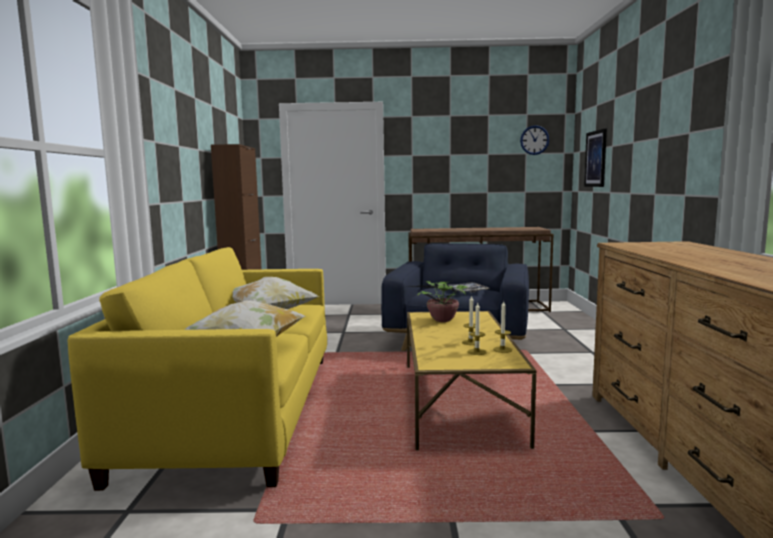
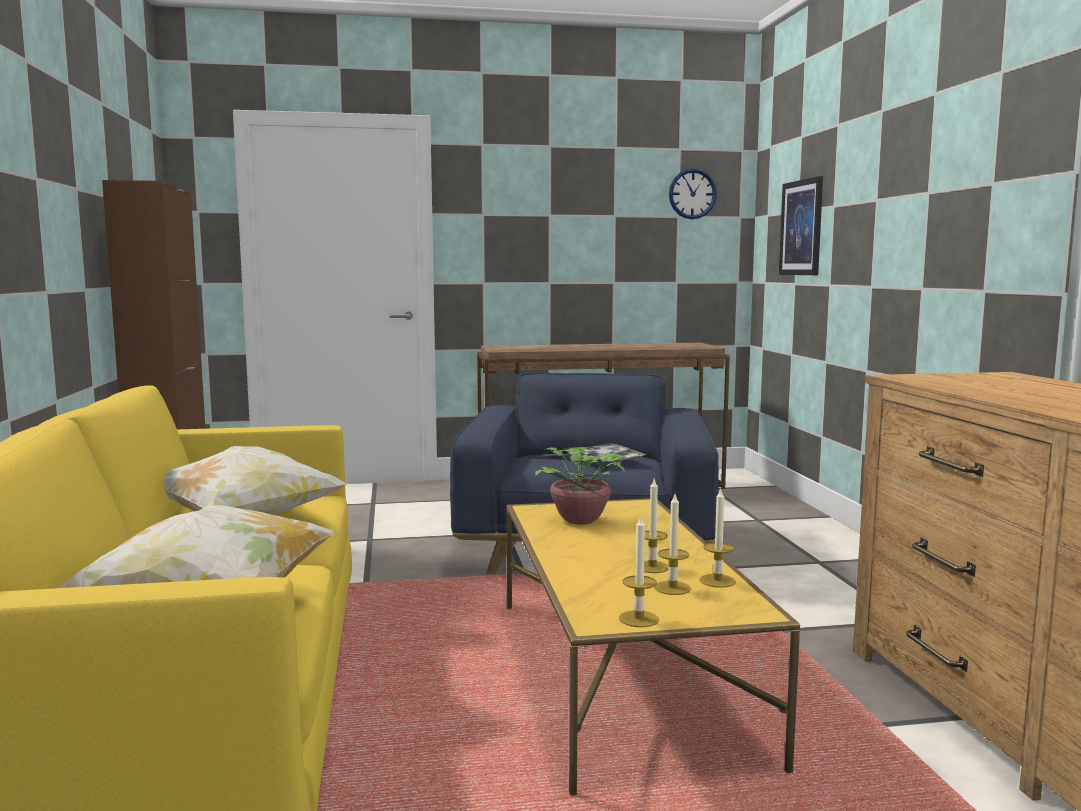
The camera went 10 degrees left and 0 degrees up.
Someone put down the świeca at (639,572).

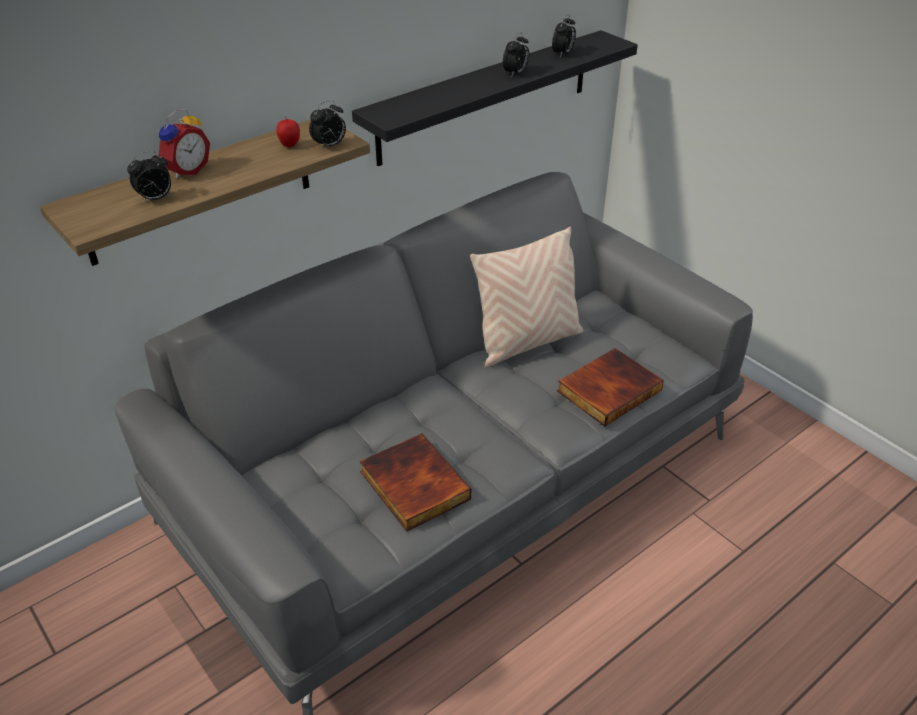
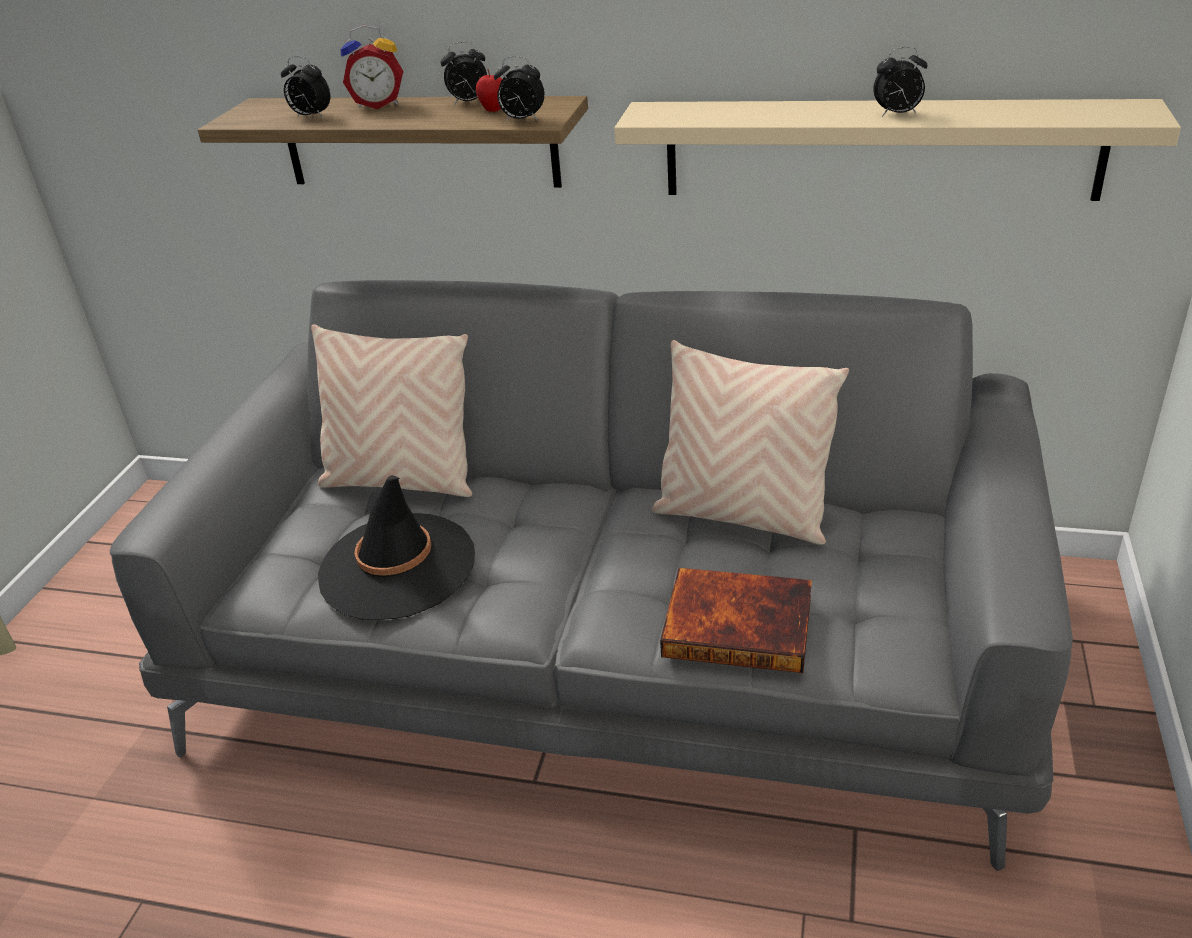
The camera went 55 degrees right and 5 degrees down.
Someone put down the poduszka (beżowy) at (391,410).
Someone swapped the książka at (415,482) for the kapelusz (czarny) at (396,547).
Someone carried the budzik from (564,36) to (464,73).
Someone repainted the półka (czarny) at (495,98), which became the półka (beżowy) at (897,150).

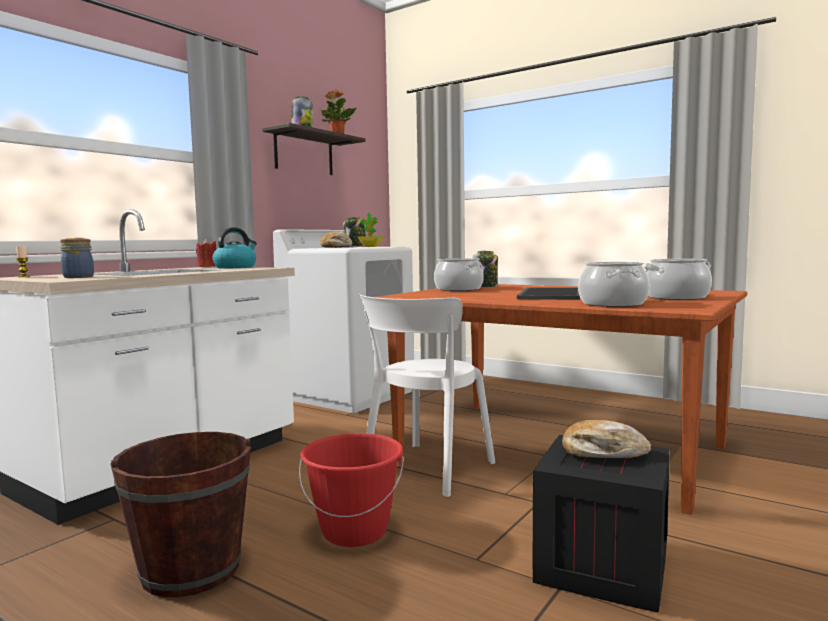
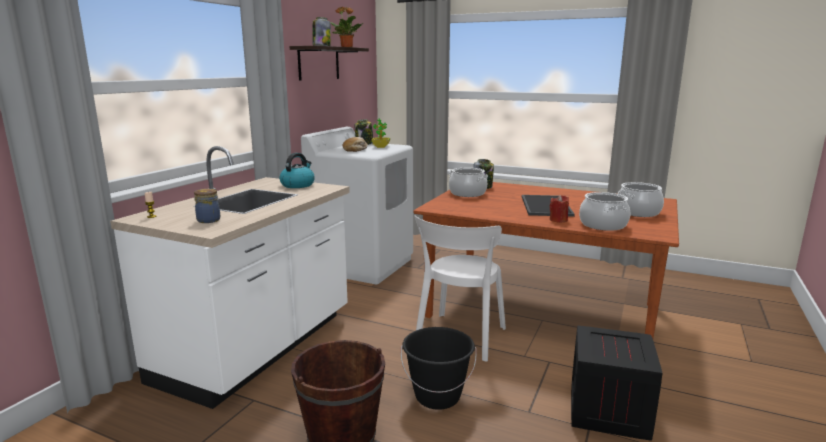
The camera went 10 degrees left and 10 degrees up.
Someone repainted the wiadro (czerwony) at (351,490), which became the wiadro (czarny) at (438,368).
Someone carried the świeca (czerwony) from (206,253) to (559,209).
Someone took away the chleb at (606,439).

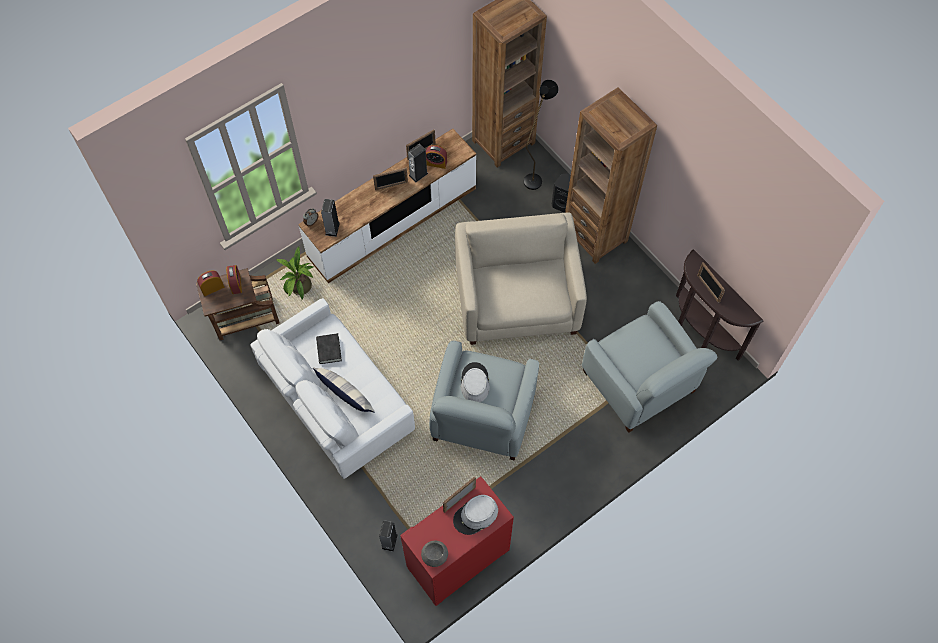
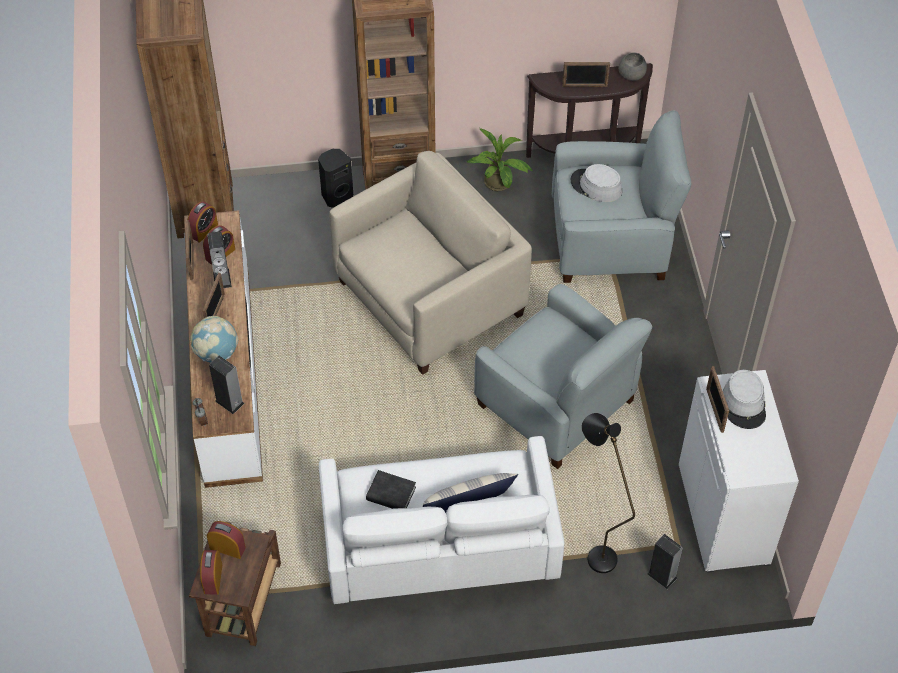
The camera went 60 degrees left and 10 degrees down.
Someone put down the budzik at (202,221).
Someone put down the globus at (214,339).
Someone rotated the fotel (beżowy) at (521,278) by 120 degrees clockwise.
Someone carried the roślina doniczkowa from (295,273) to (500,159).
Someone carried the kapelusz (szary) from (475,382) to (596,183).
Someone carried the lampa stojąca (czarny) from (541,135) to (608,493).
Someone carried the miska (szary) from (434,553) to (633,66).
Someone repainted the szafka (czerwony) at (457,541), which became the szafka (biały) at (739,471).

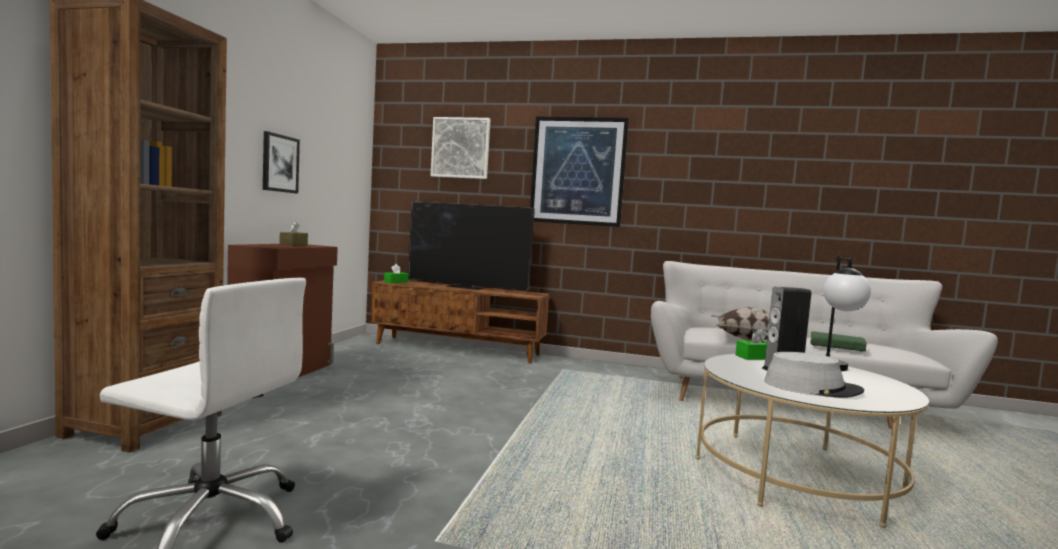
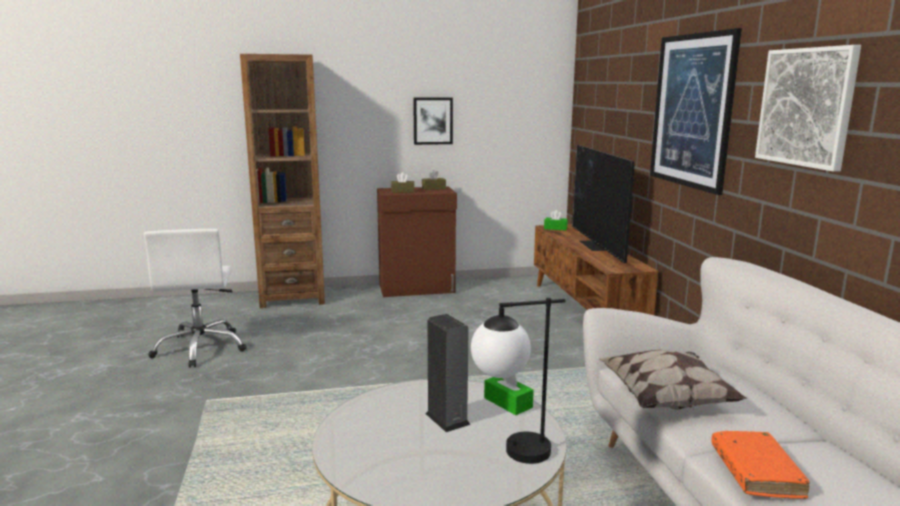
The camera went 65 degrees right and 10 degrees up.
Someone put down the pudełko chusteczek (brązowy) at (403,182).
Someone repainted the książka (zielony) at (838,341), which became the książka (pomarańczowy) at (760,465).
Someone carried the obraz from (460,148) to (808,108).
Someone took away the kapelusz (szary) at (814,375).

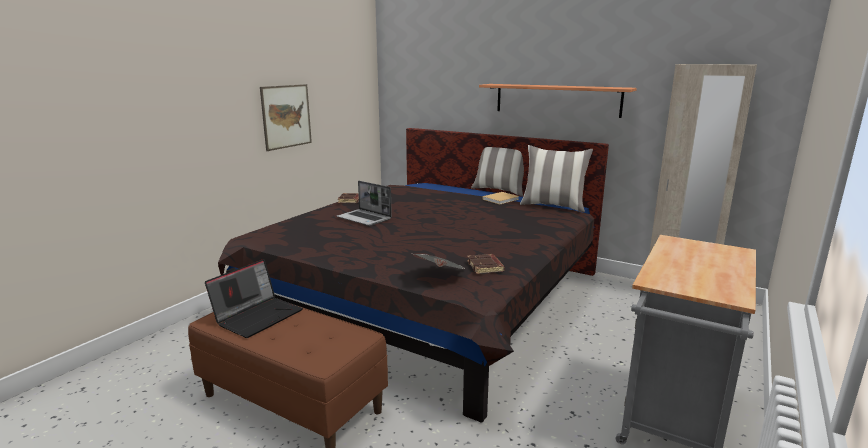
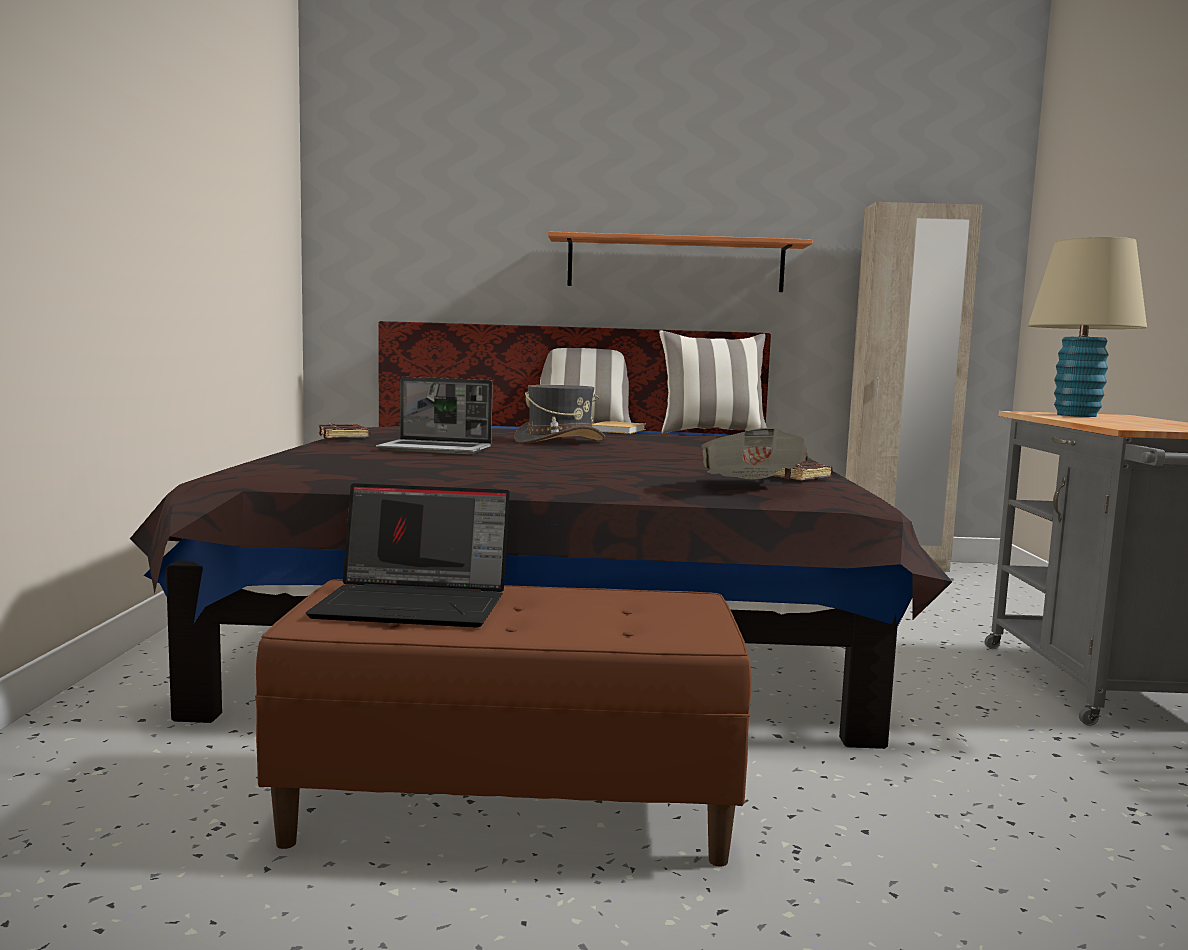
The camera went 30 degrees left and 10 degrees down.
Someone rotated the laptop at (254,298) by 90 degrees clockwise.
Someone put down the kapelusz (szary) at (559,414).
Someone put down the lampa stołowa (beżowy) at (1087,327).
Someone took away the obraz at (286,117).

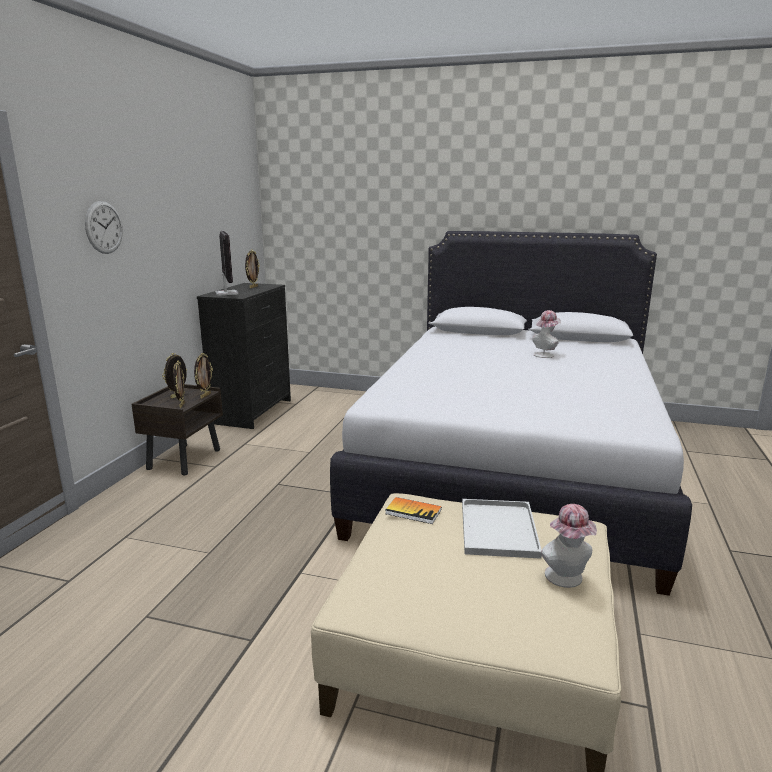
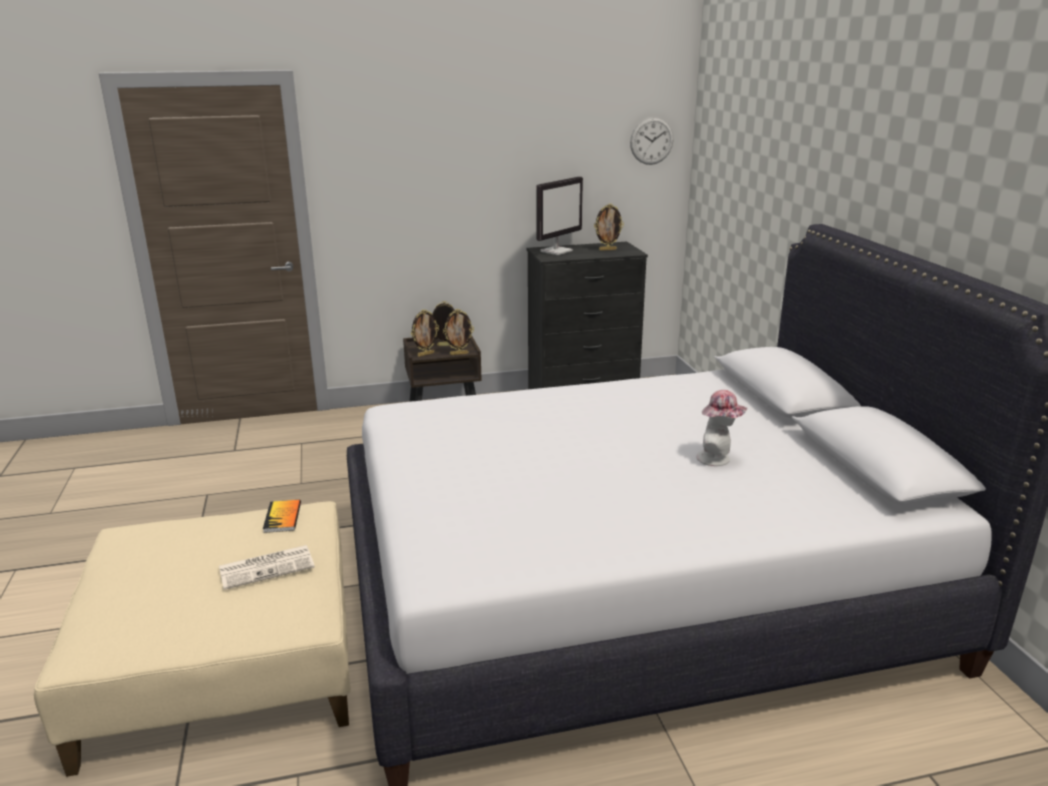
The camera went 60 degrees right and 5 degrees up.
Someone swapped the taca (biały) at (502,529) for the gazeta at (267,567).
Someone carried the zegar ścienny from (104,227) to (652,141).
Someone took away the kapelusz at (569,546).

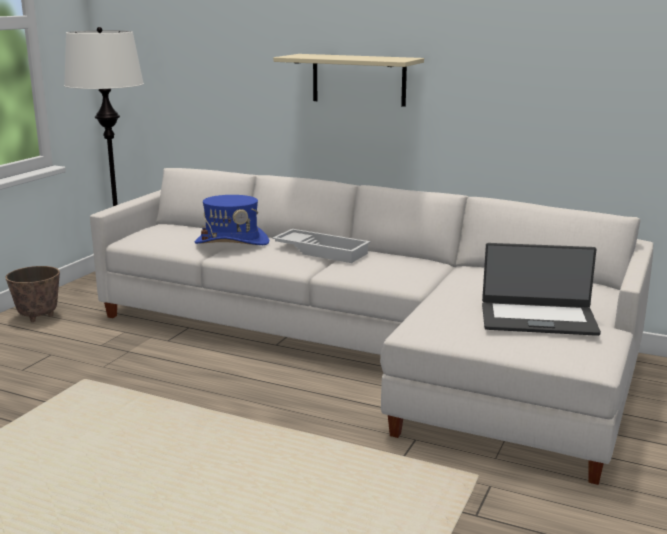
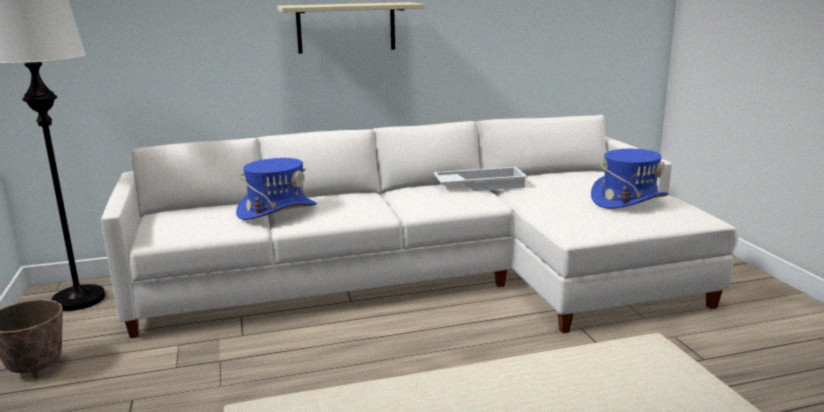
The camera went 40 degrees left and 0 degrees up.
Someone carried the taca (biały) from (321,246) to (480,179).
Someone swapped the laptop at (541,289) for the kapelusz (niebieski) at (629,179).

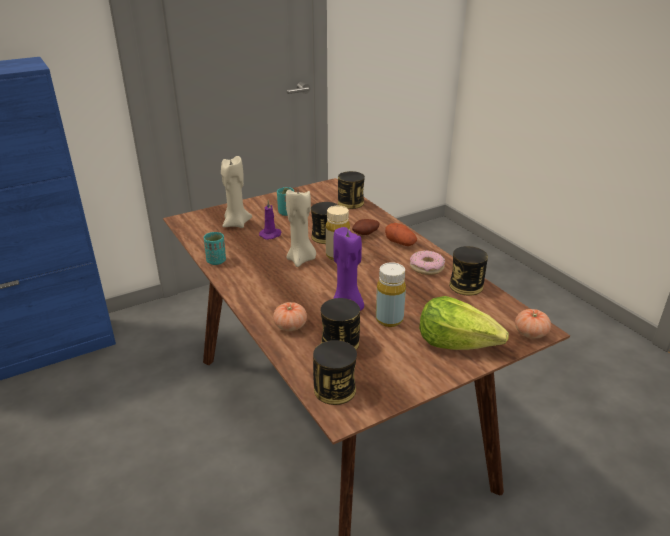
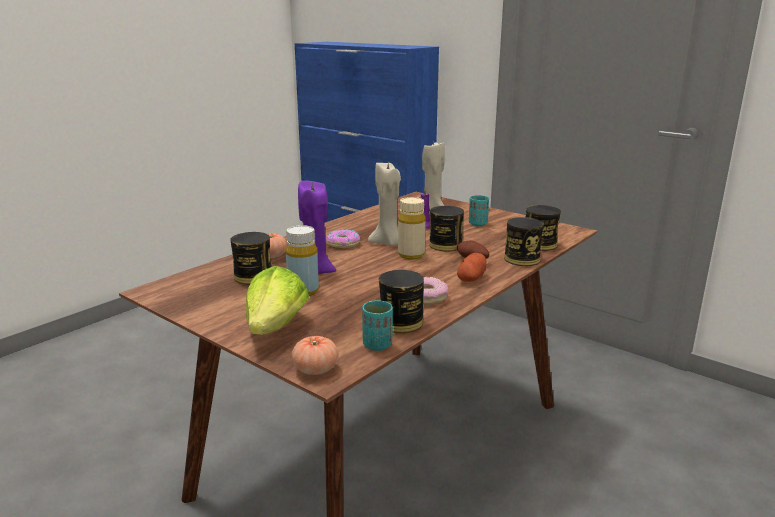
The camera went 70 degrees right and 10 degrees down.
Someone put down the donut at (343,238).
Someone carried the filiżanka (turkusowy) from (215,248) to (377,325).
Someone carried the puszka from (335,372) to (524,241).

